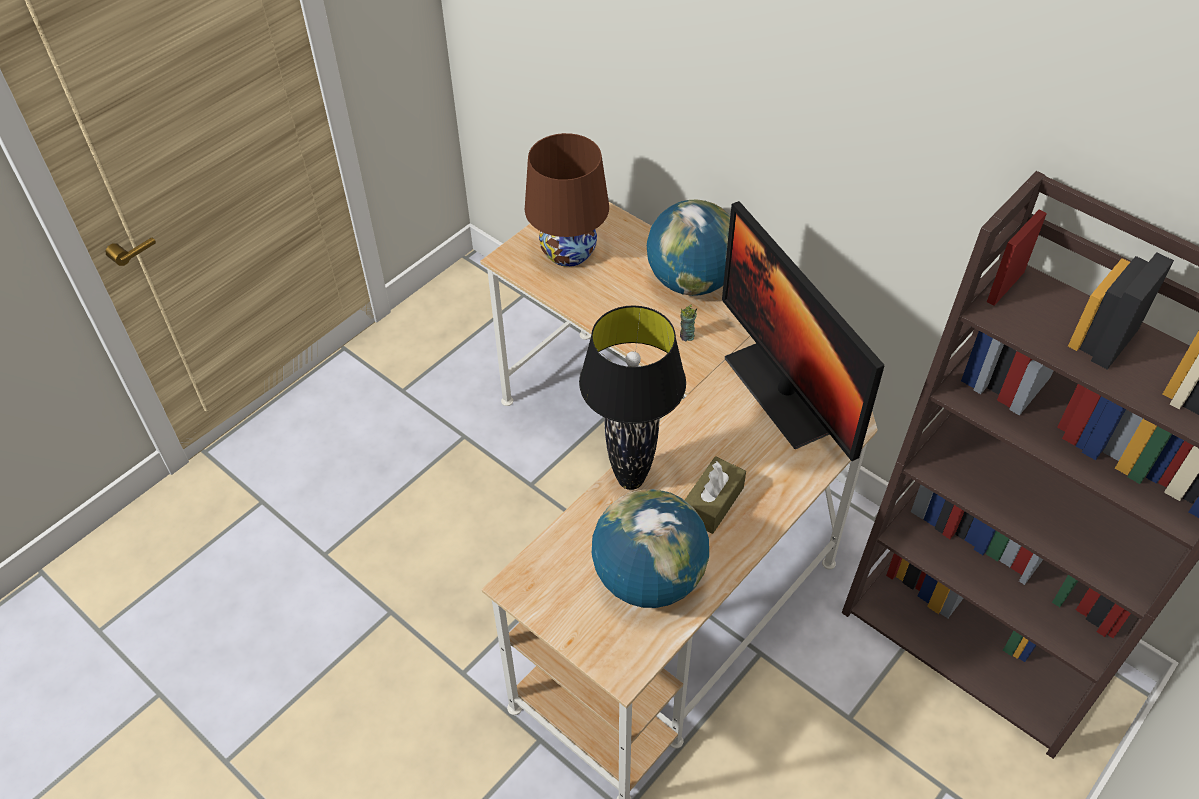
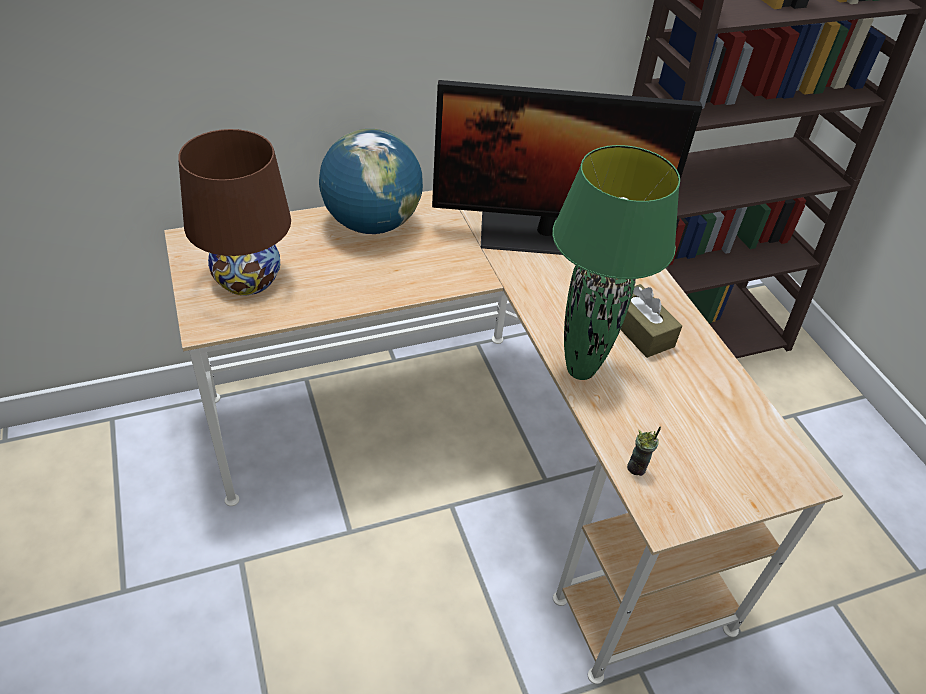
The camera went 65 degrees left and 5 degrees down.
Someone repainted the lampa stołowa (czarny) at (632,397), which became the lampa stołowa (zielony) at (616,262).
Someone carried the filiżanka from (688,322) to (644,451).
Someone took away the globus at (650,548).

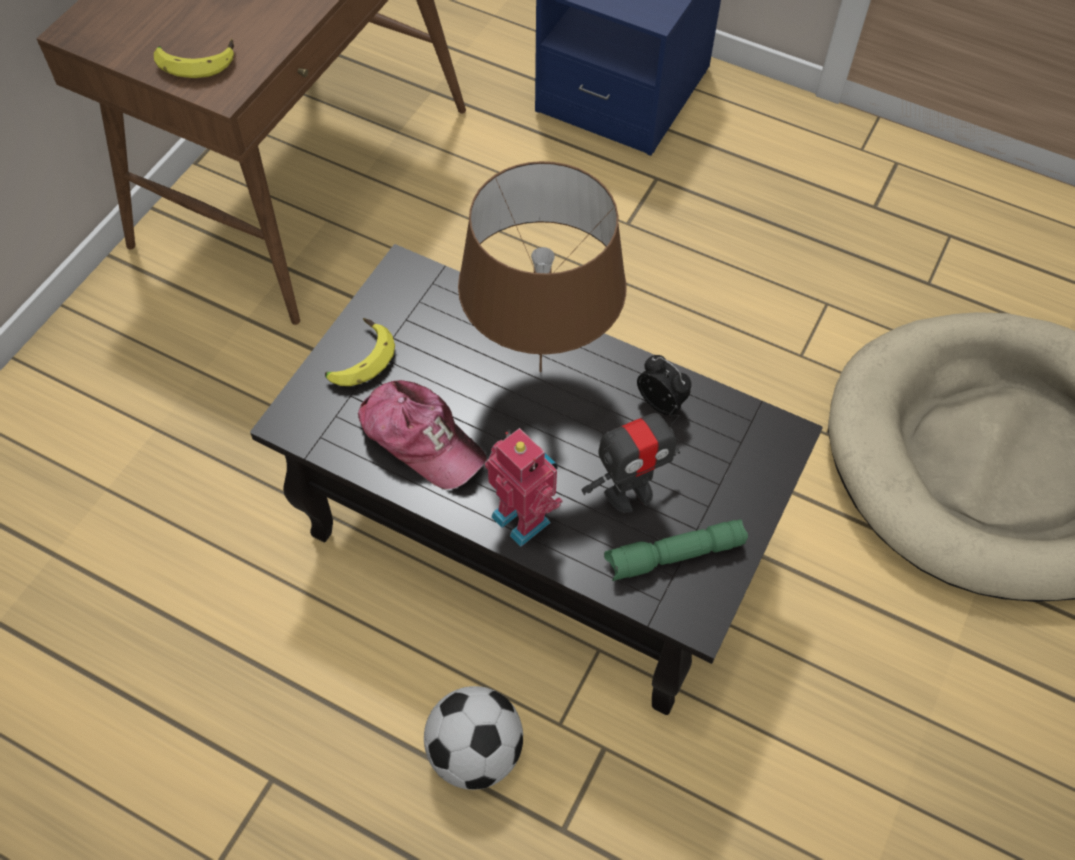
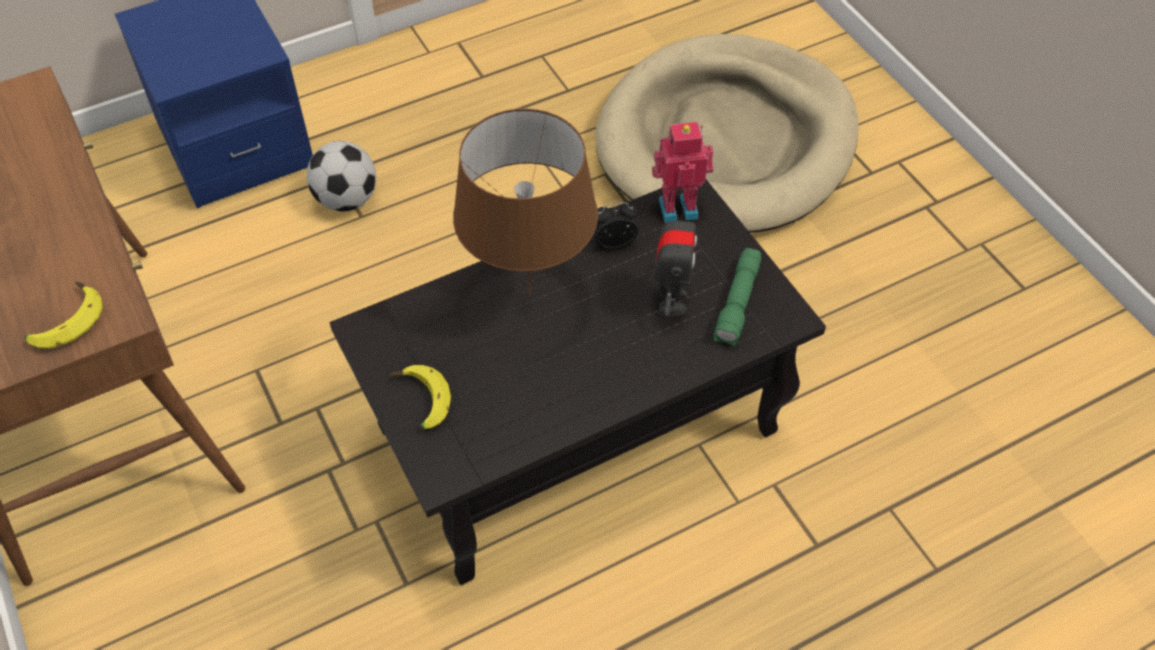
The camera went 55 degrees left and 5 degrees down.
Someone carried the piłka futbolowa from (473,738) to (341,176).
Someone carried the robot zabawkowy from (524,487) to (682,172).
Someone took away the czapka z daszkiem at (422,435).

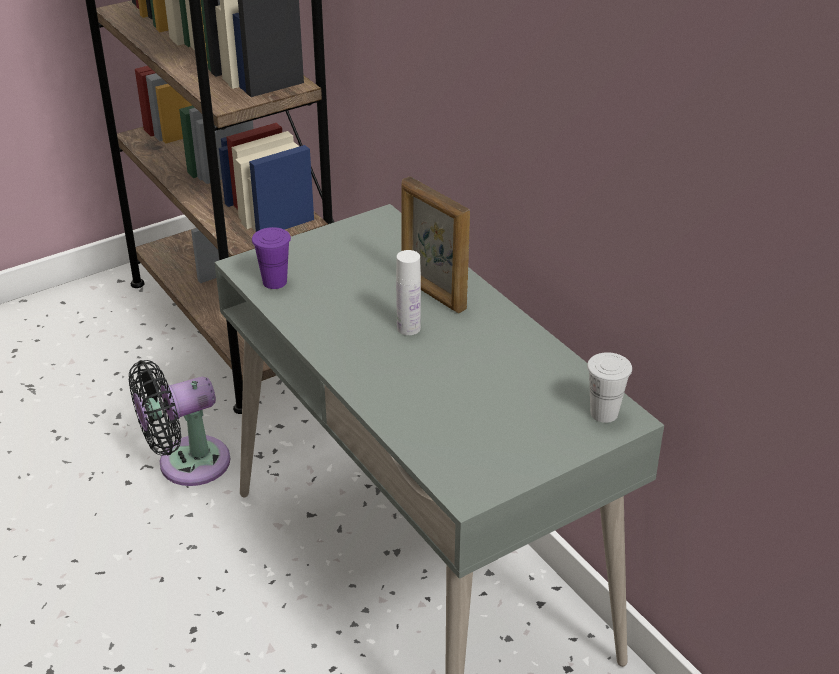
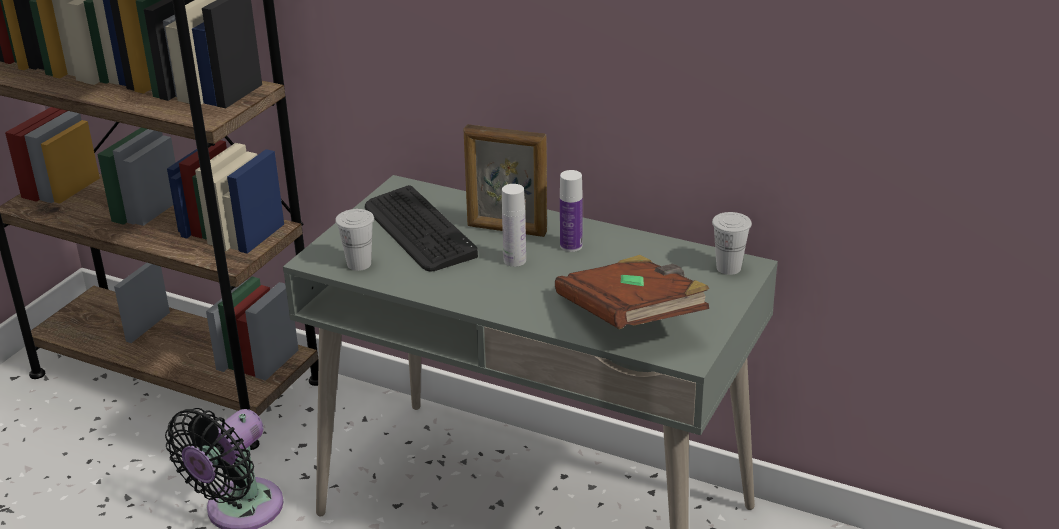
The camera went 30 degrees left and 5 degrees down.
Someone repainted the filiżanka (fioletowy) at (271,258), which became the filiżanka (biały) at (354,240).
Someone put down the klawiatura at (421,228).
Someone put down the książka (brązowy) at (632,292).
Someone put down the butelka at (571,211).

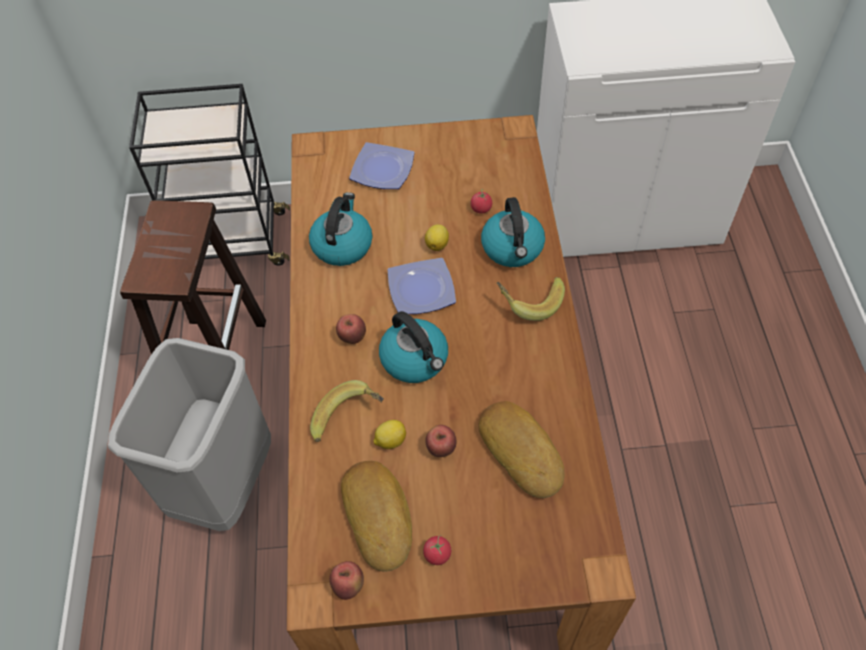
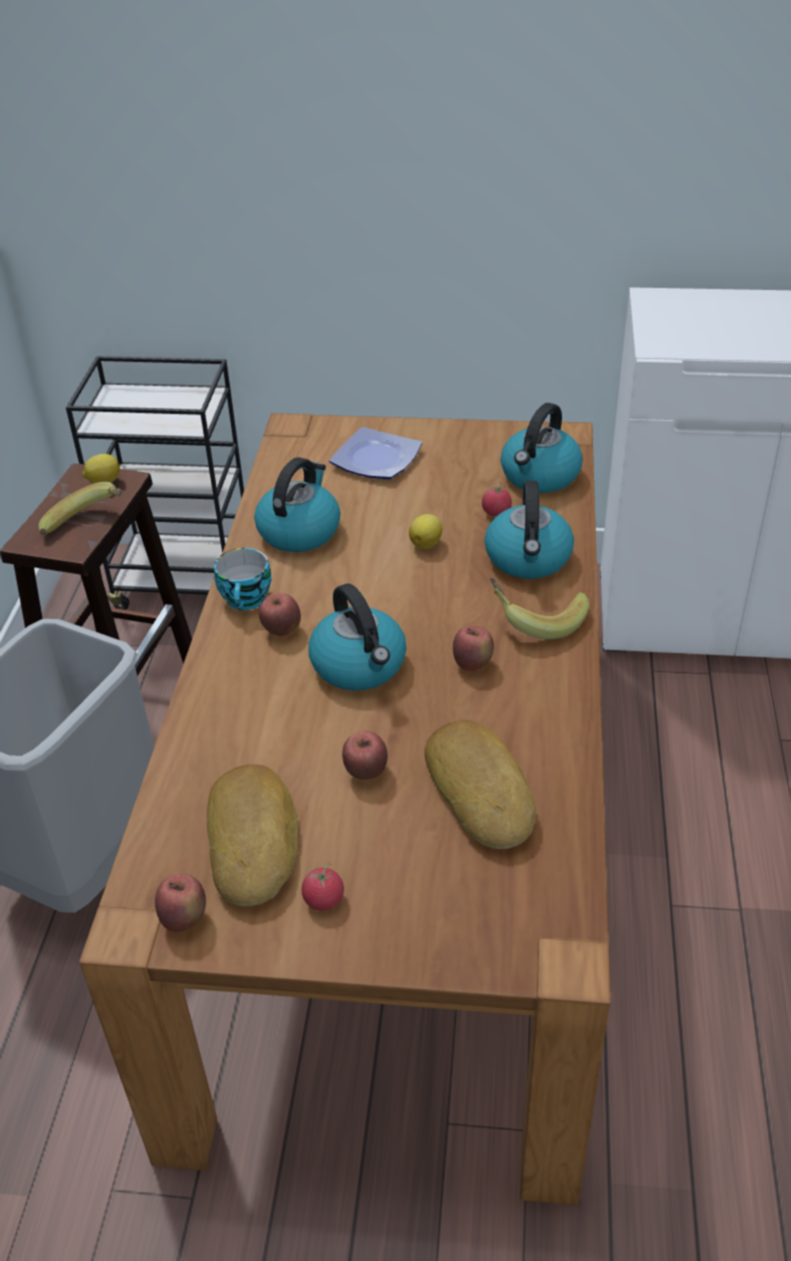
The camera went 10 degrees right and 15 degrees down.
Someone carried the banan from (347,411) to (81,508).
Someone carried the cytryna from (389,434) to (101,469).
Someone put down the filiżanka at (242,579).
Someone put down the jabłko at (473,648).
Someone put down the czajnik at (541,448).
Someone took away the talerz at (422,286).

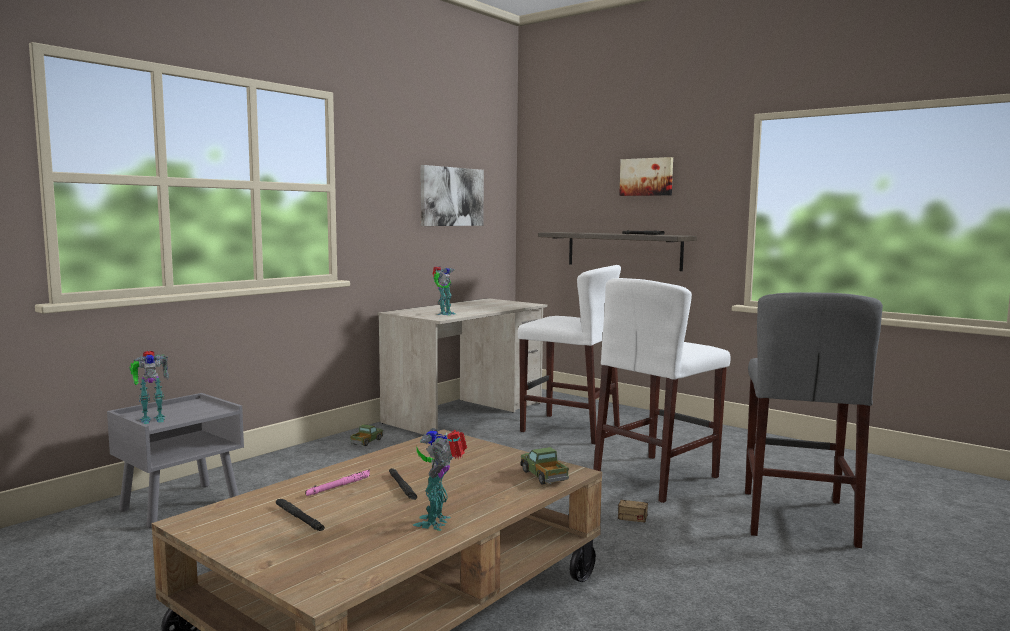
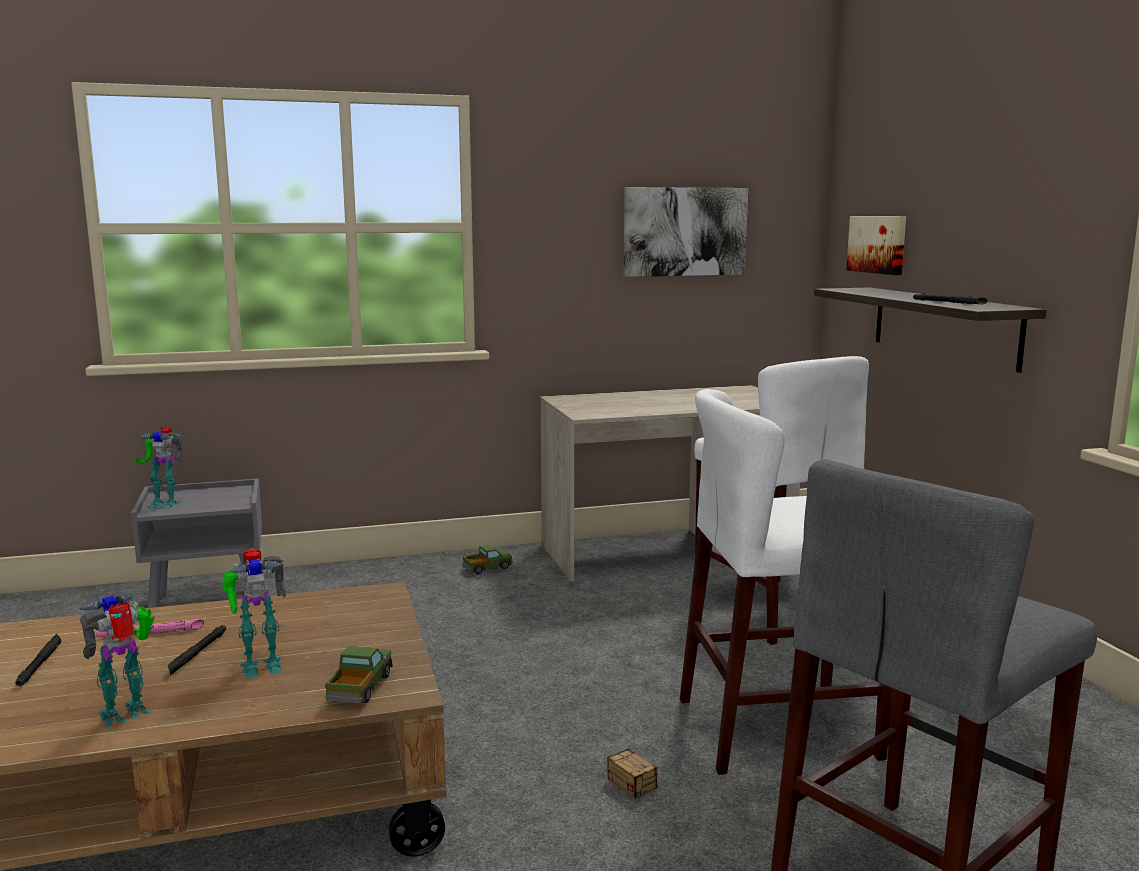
The camera went 35 degrees right and 5 degrees up.
Someone carried the robot zabawkowy from (444,290) to (254,613).
Someone carried the obraz from (646,176) to (876,245).

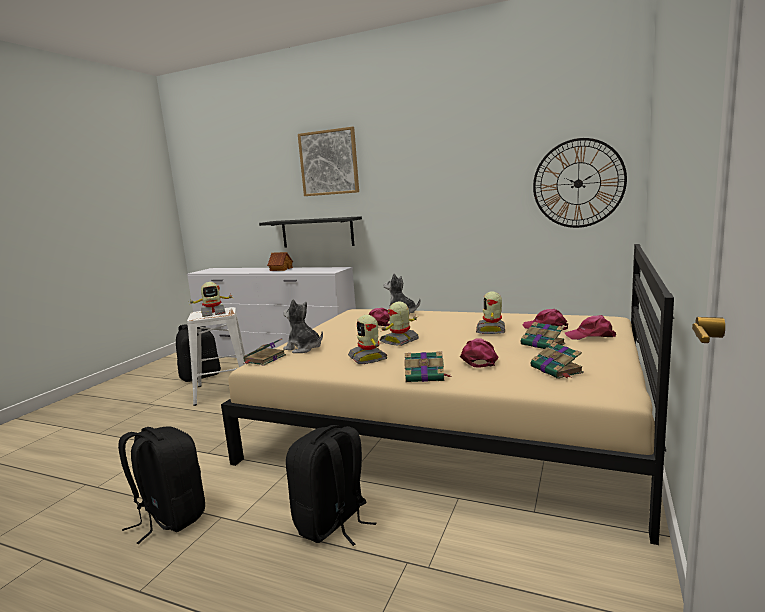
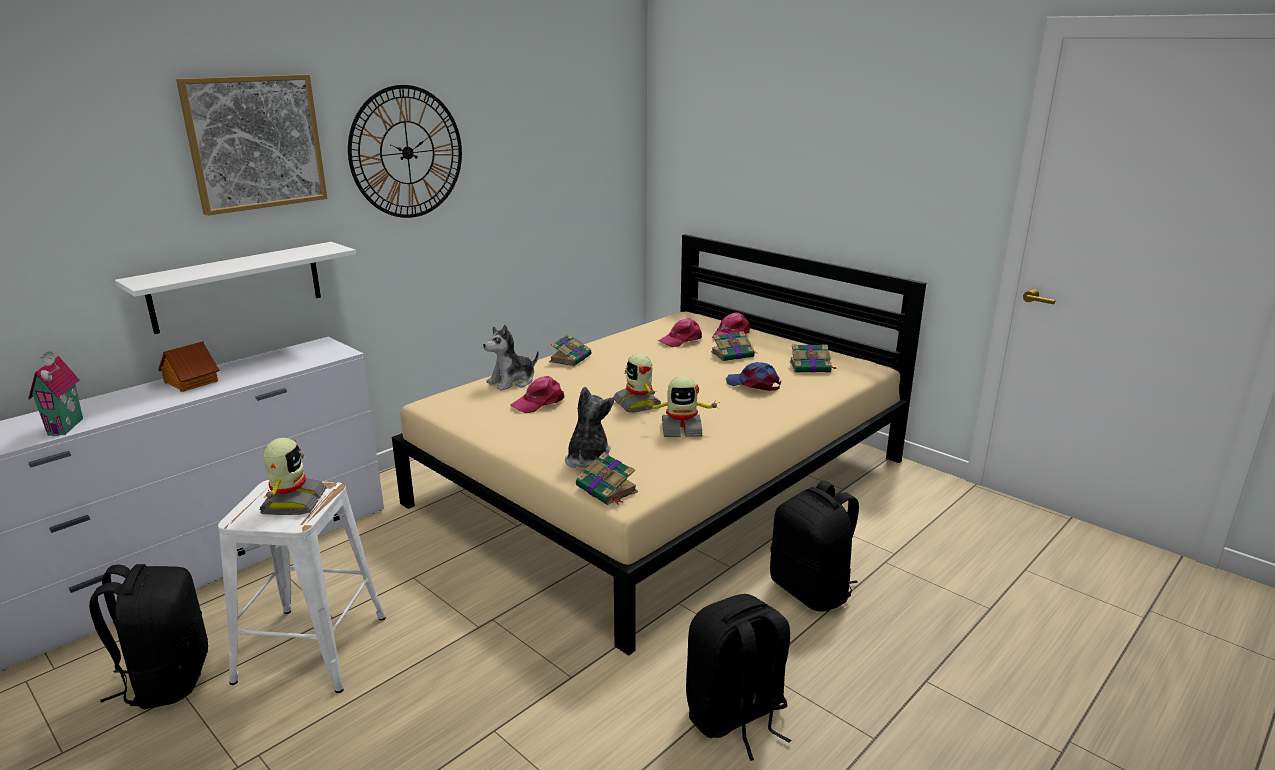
The camera went 70 degrees left and 10 degrees up.
Someone put down the domek at (55,393).
Someone repainted the półka (czarny) at (310,232), which became the półka (biały) at (235,288).
Someone carried the zegar ścienny from (580,183) to (405,151).
Someone carried the książka from (428,366) to (570,350).
Someone rotated the pluszak at (303,326) by 135 degrees clockwise.
Someone repainted the czapka z daszkiem (różowy) at (479,353), which became the czapka z daszkiem (niebieski) at (753,376).
Someone took away the robot zabawkowy at (490,312).

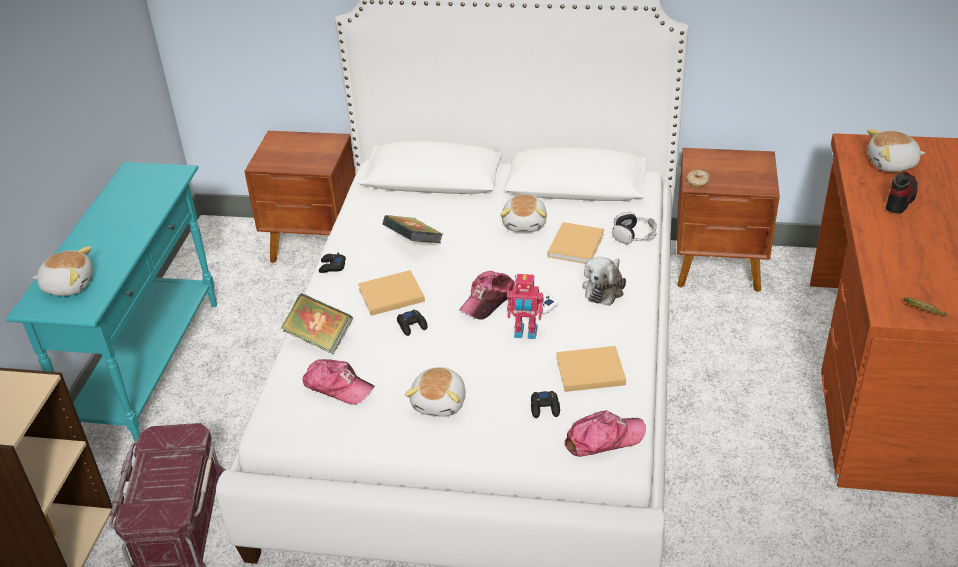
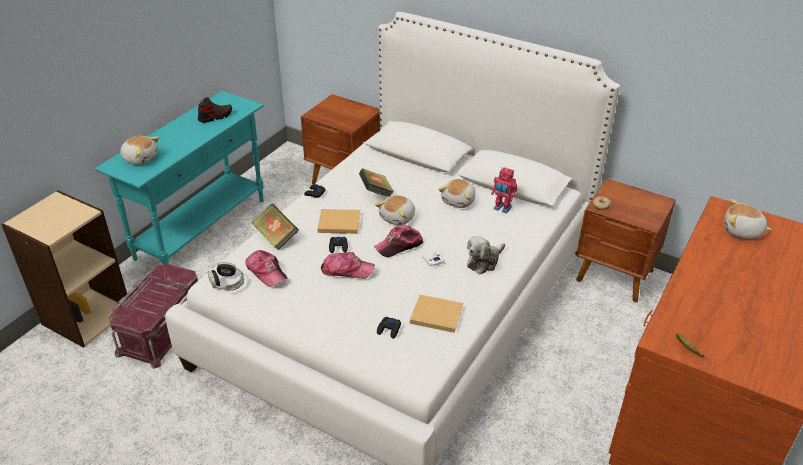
The camera went 20 degrees right and 0 degrees up.
Someone carried the but from (902,192) to (215,110).
Someone carried the słuchawki from (634,228) to (226,276).
Someone carried the czapka z daszkiem from (605,434) to (348,265).
Someone carried the pluszak from (435,392) to (395,210).
Someone carried the robot zabawkowy from (525,306) to (504,190).
Someone took away the książka (beżowy) at (576,243).

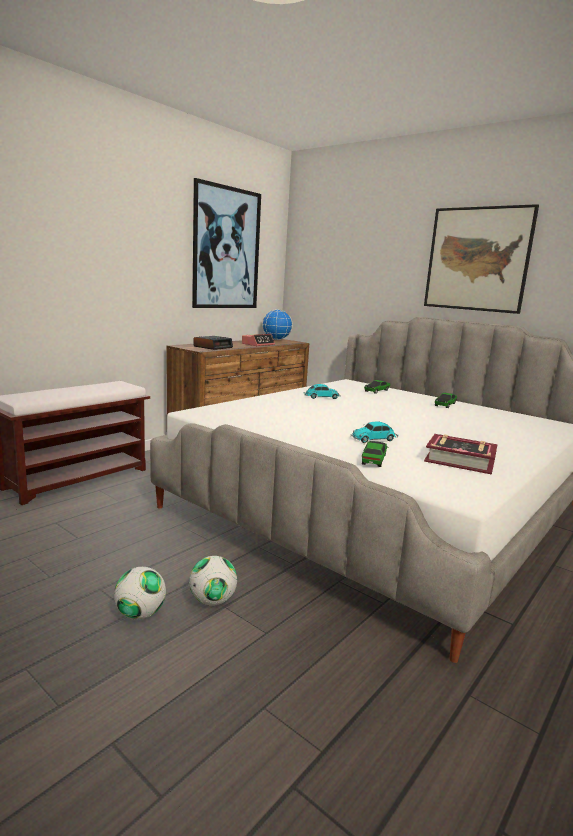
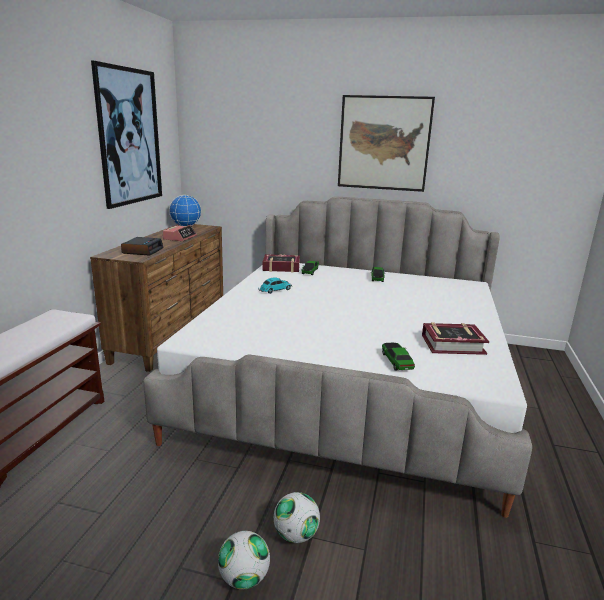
The camera went 25 degrees left and 5 degrees up.
Someone put down the książka at (281,263).
Someone took away the samochodzik at (374,432).

